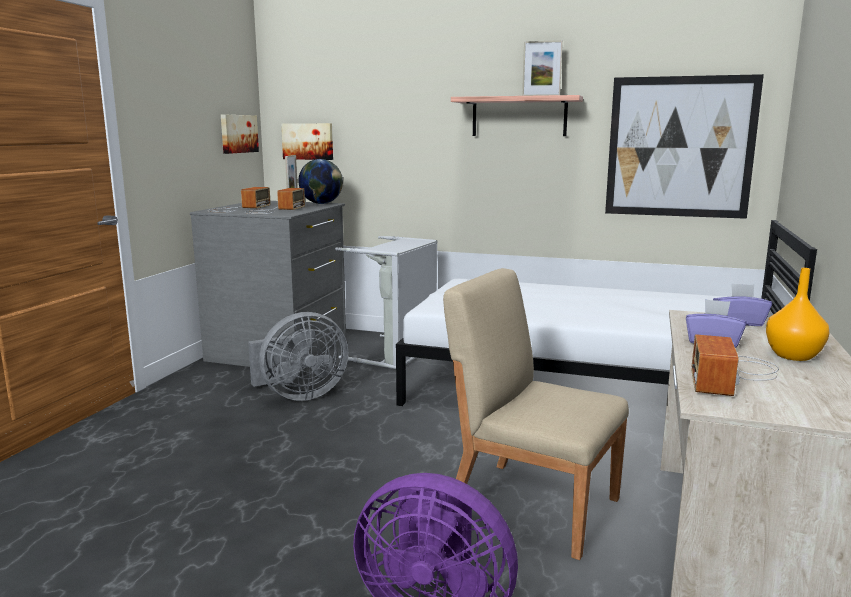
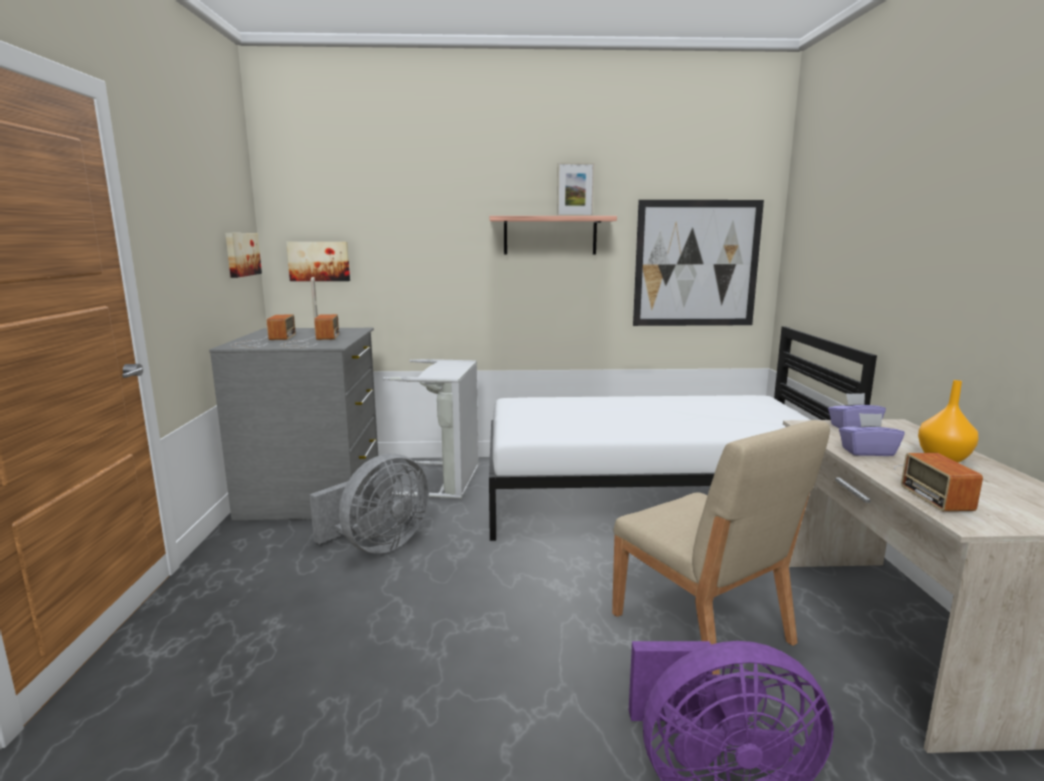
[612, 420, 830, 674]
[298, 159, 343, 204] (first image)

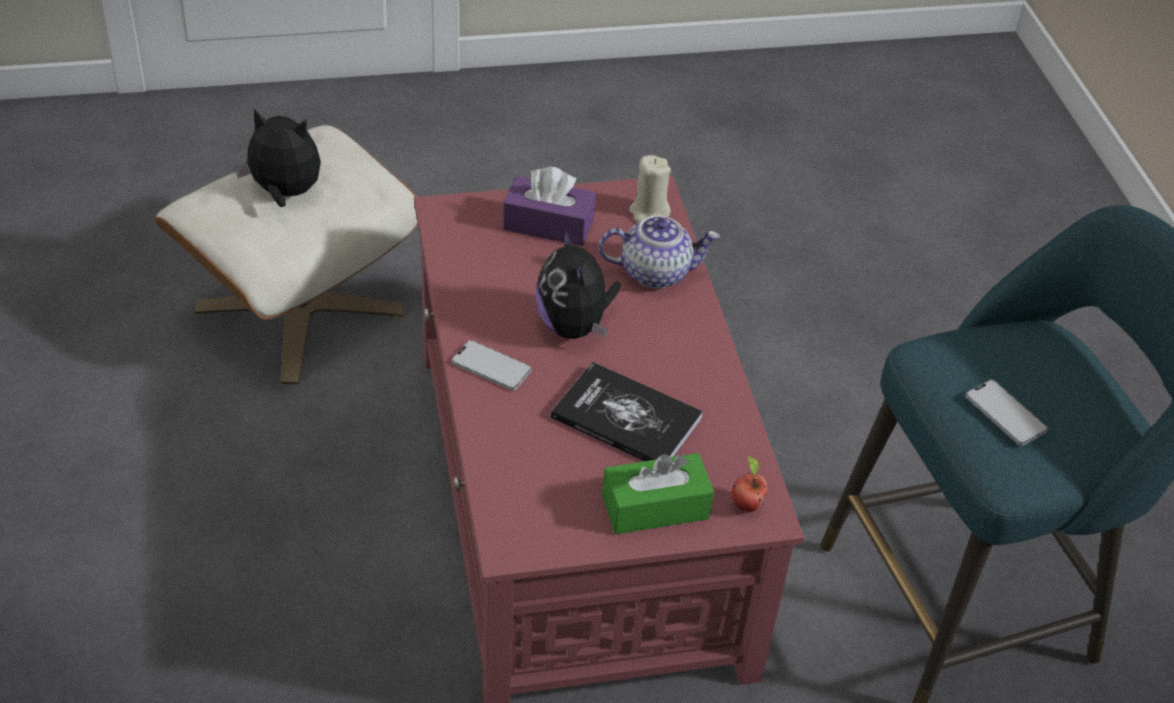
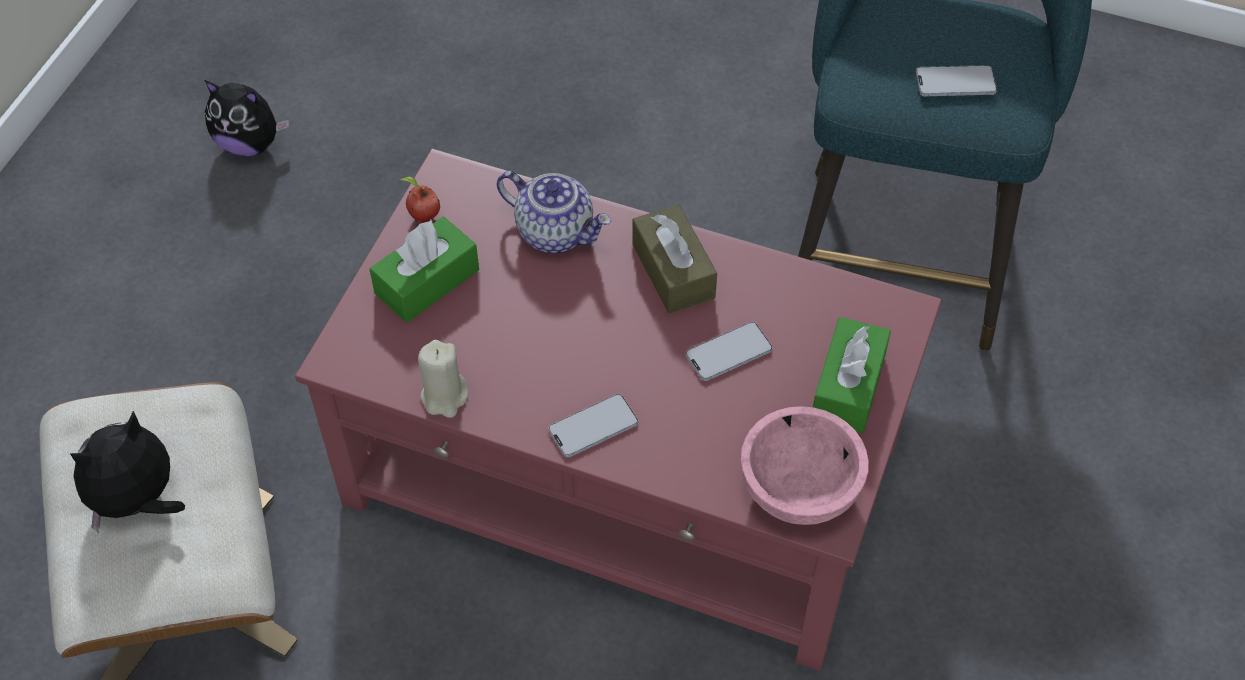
[204, 80, 289, 156]
[369, 217, 479, 323]
[400, 176, 440, 223]
[418, 340, 468, 418]
[497, 171, 611, 253]
[632, 204, 717, 314]
[686, 322, 773, 381]
[741, 406, 869, 525]

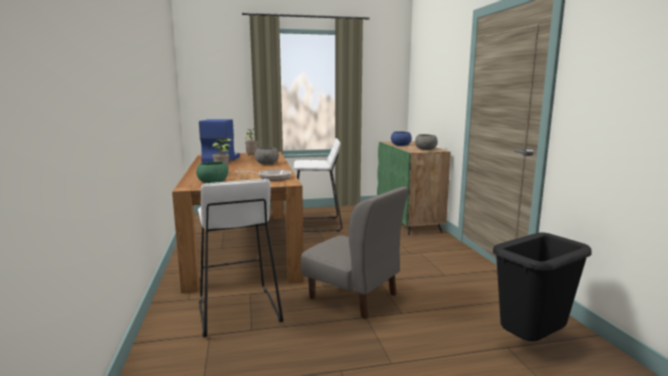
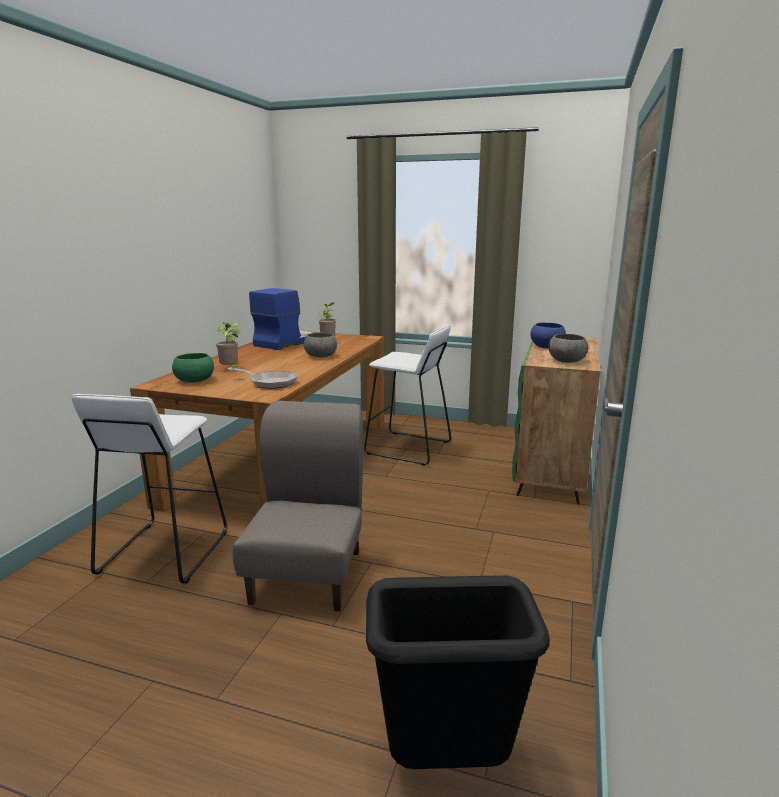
[232, 401, 363, 611]

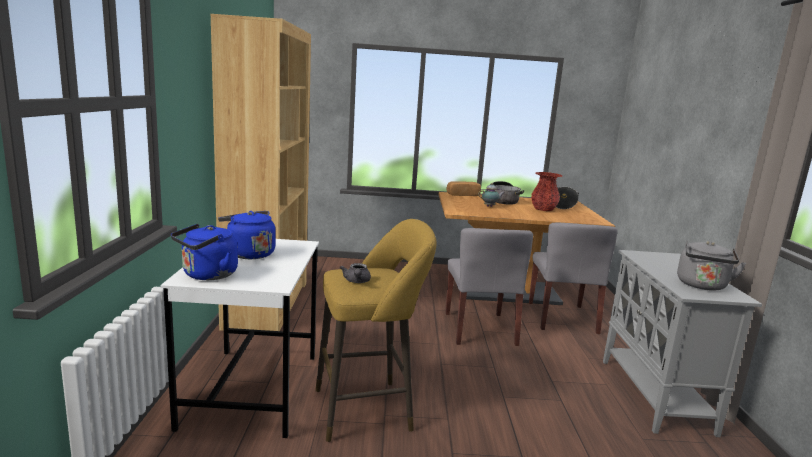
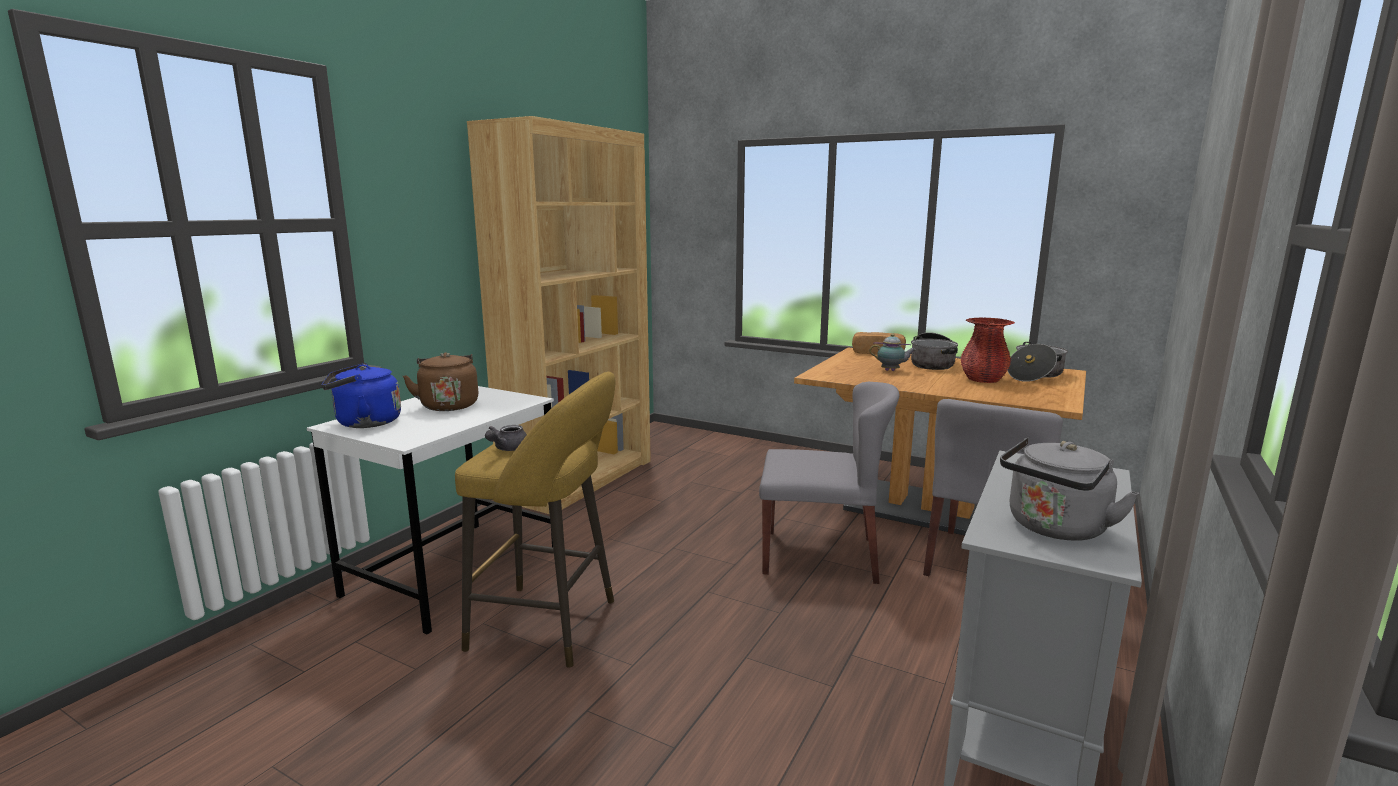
[403, 352, 478, 411]
[759, 382, 899, 584]

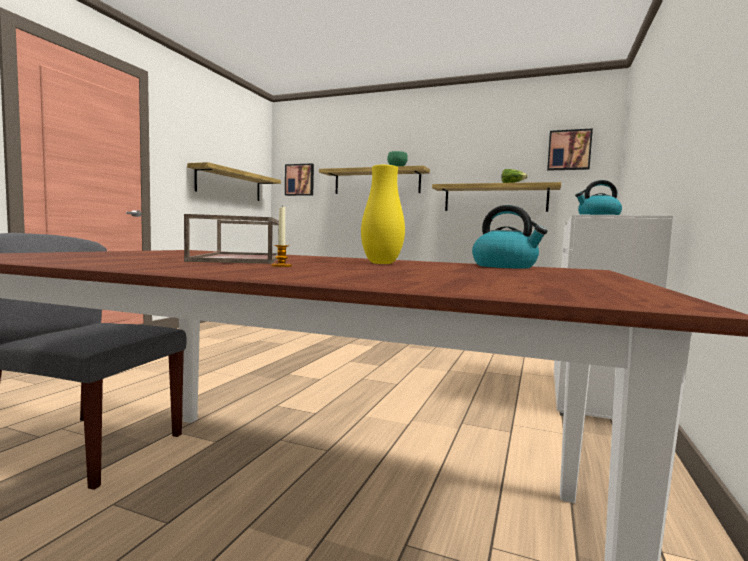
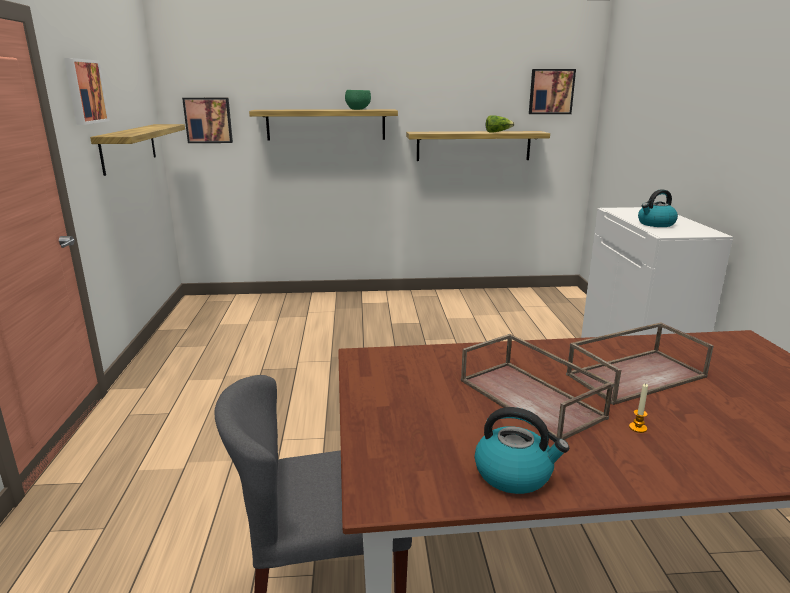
[64, 58, 110, 125]
[475, 407, 569, 494]
[566, 322, 714, 405]

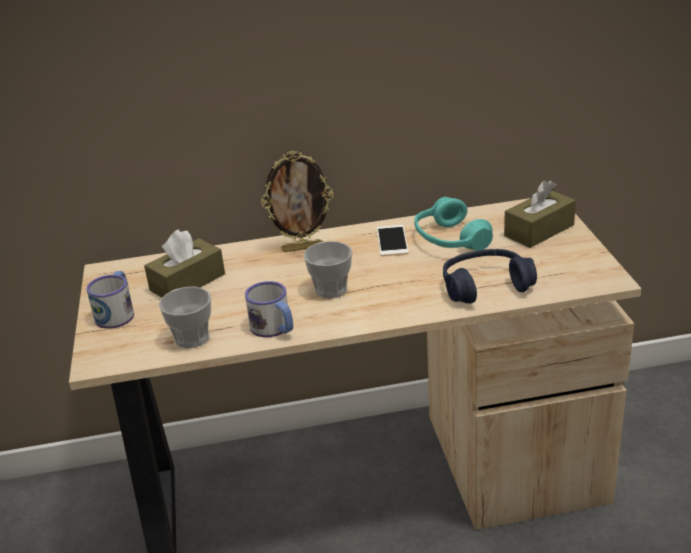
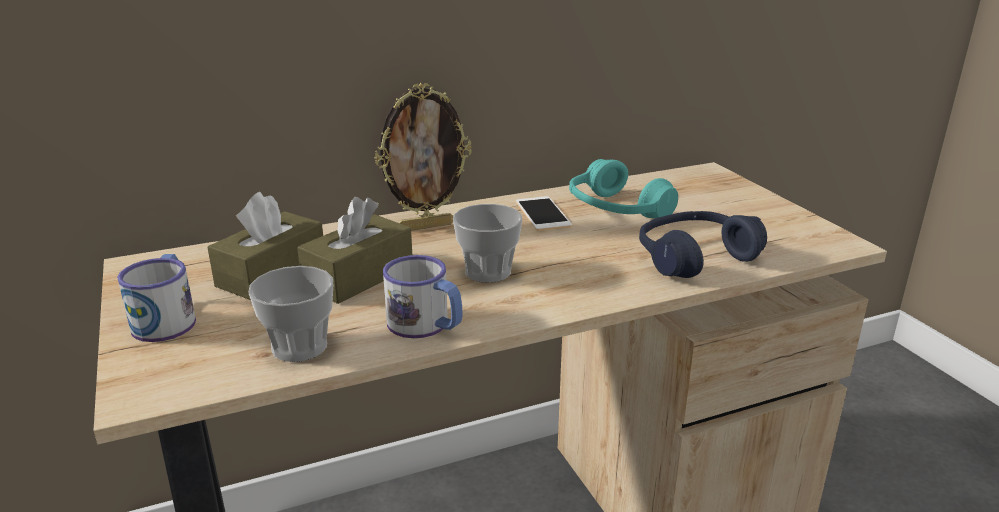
[297, 197, 412, 304]

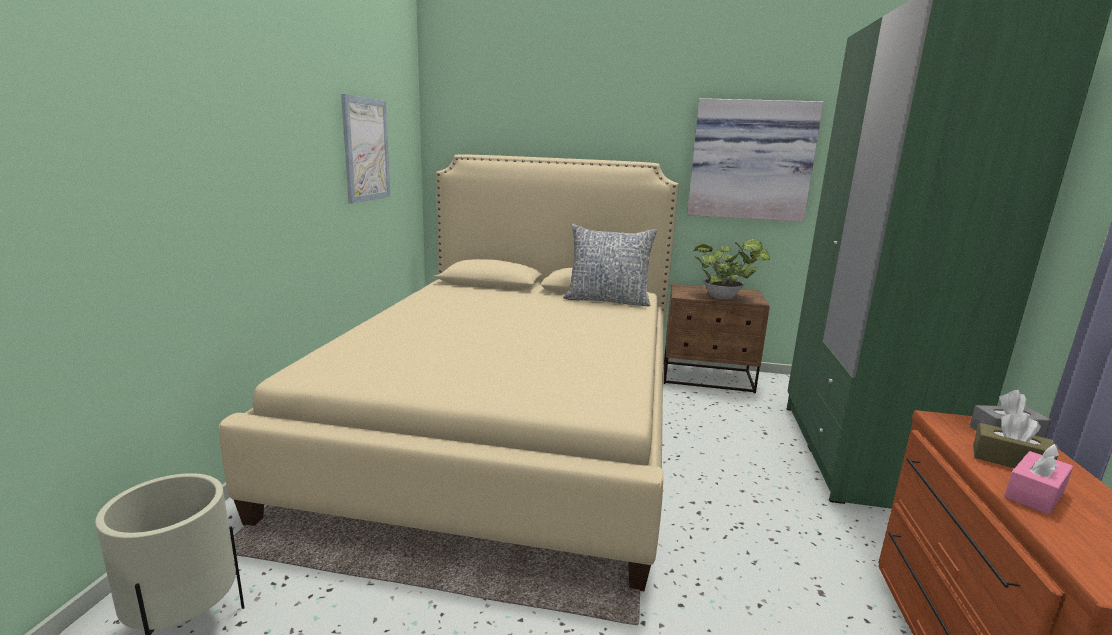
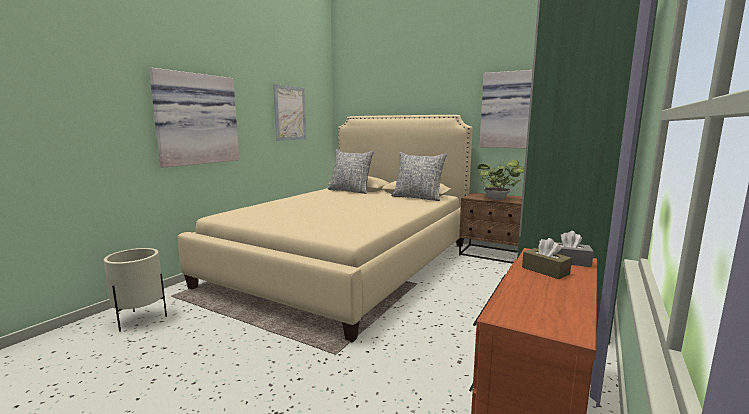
[149, 68, 239, 168]
[328, 149, 374, 194]
[1004, 444, 1073, 515] (first image)

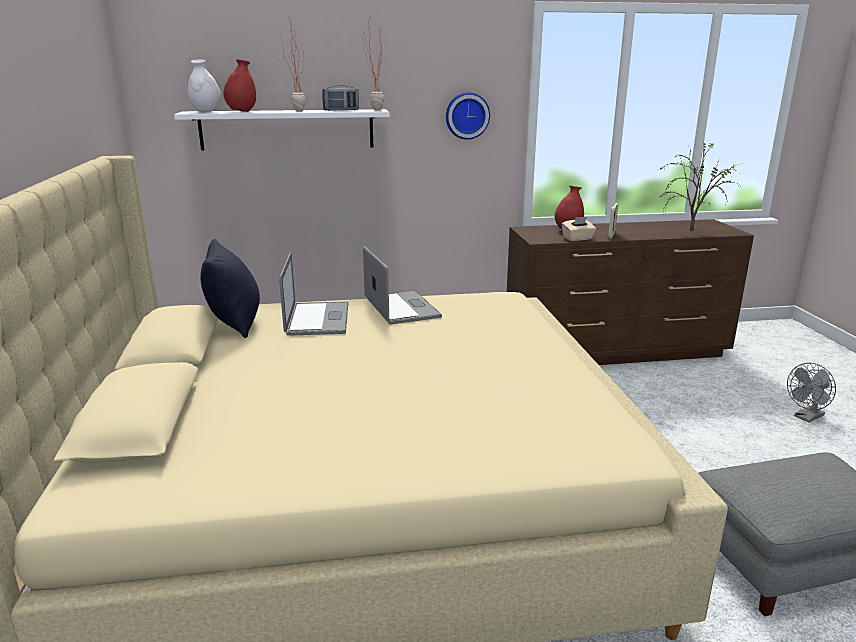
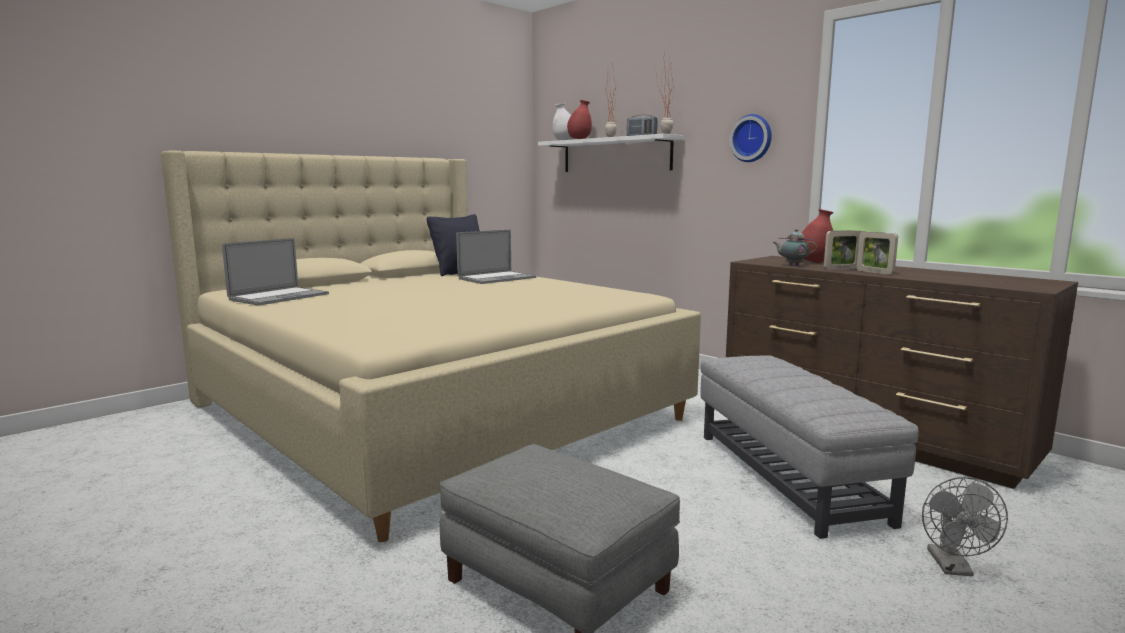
[222, 238, 329, 306]
[700, 355, 919, 539]
[773, 229, 817, 266]
[857, 231, 898, 275]
[922, 477, 1008, 576]
[659, 143, 743, 231] (first image)

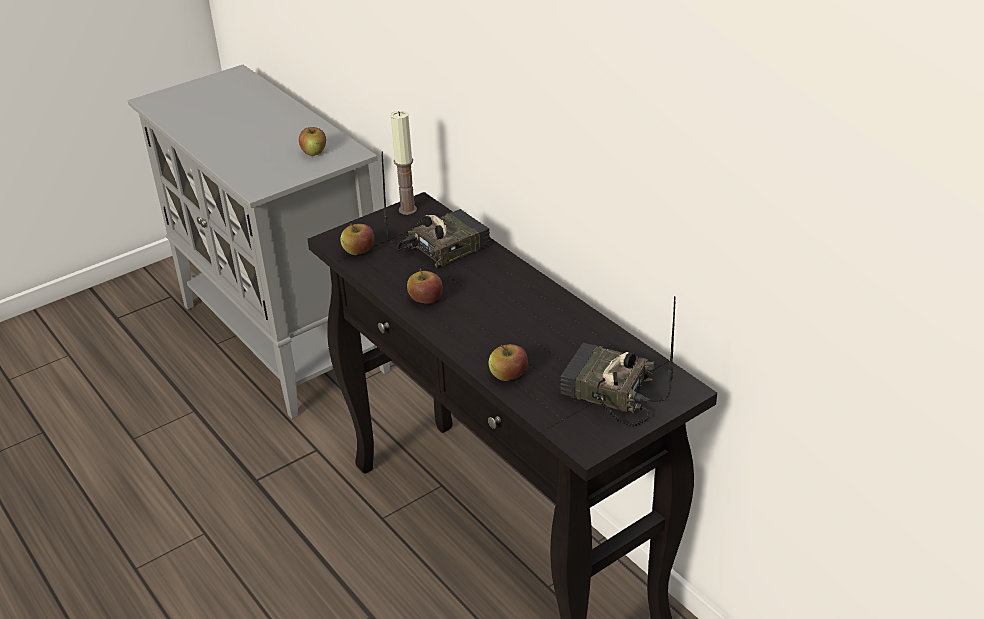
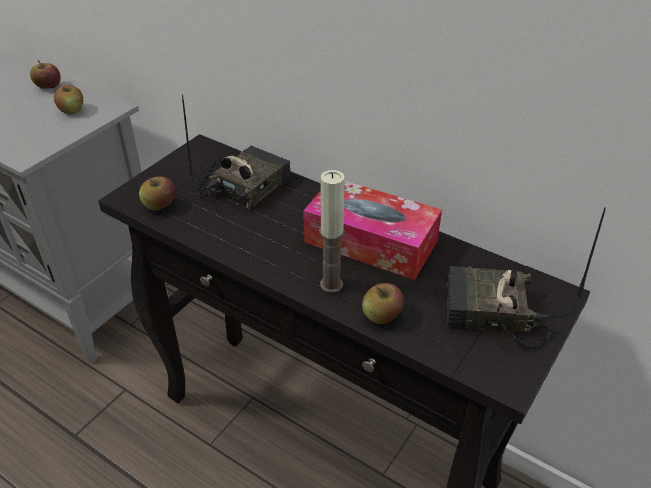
[30, 60, 60, 89]
[303, 181, 442, 280]
[319, 170, 345, 293]

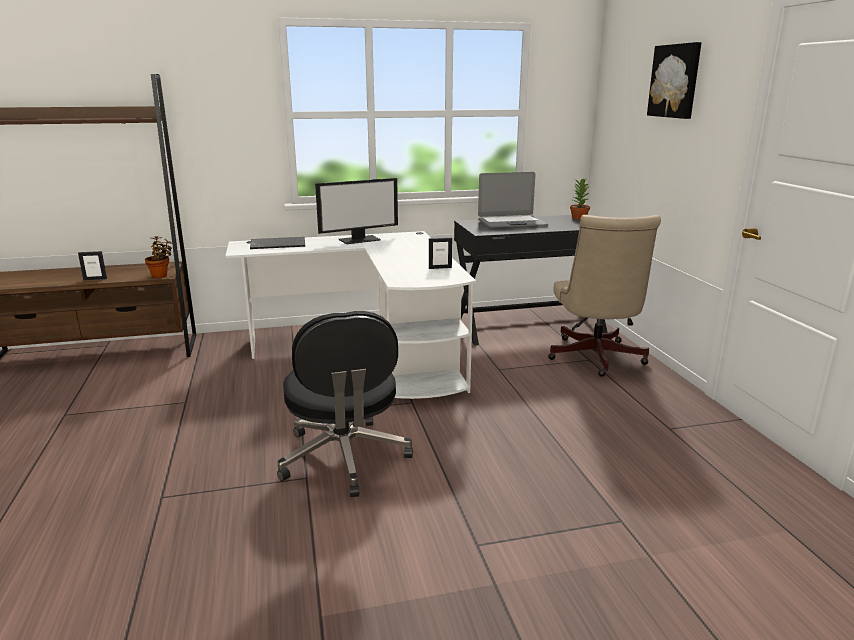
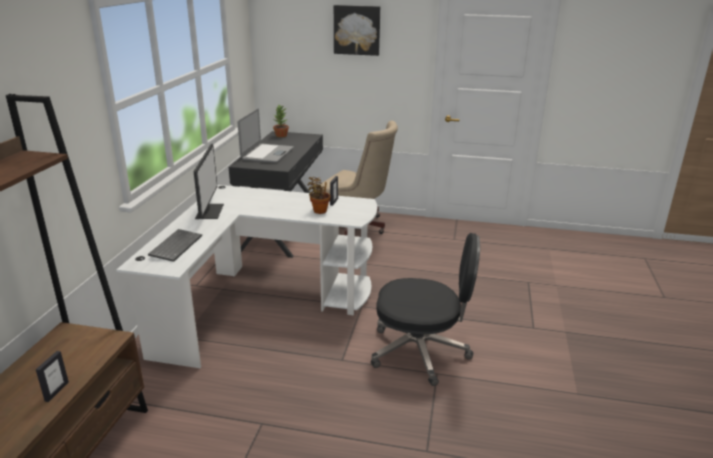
[308, 177, 331, 214]

